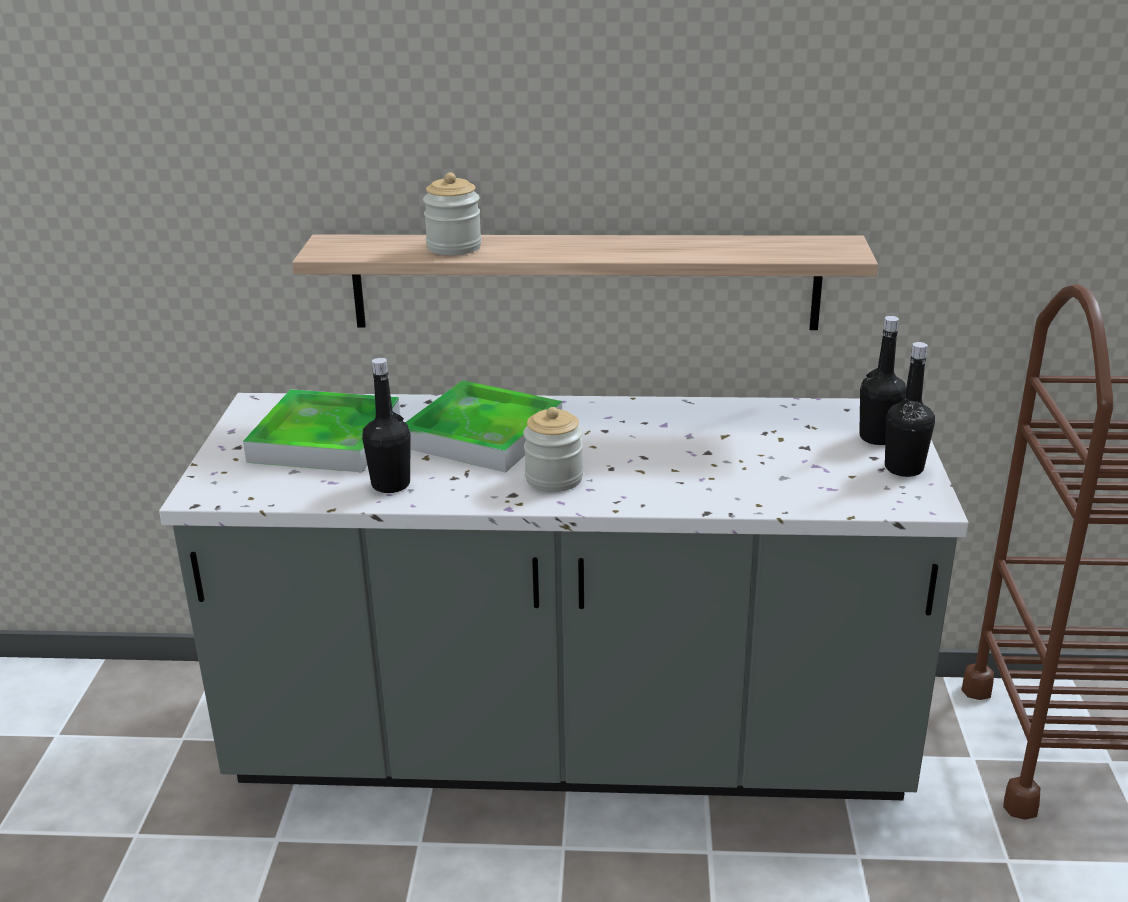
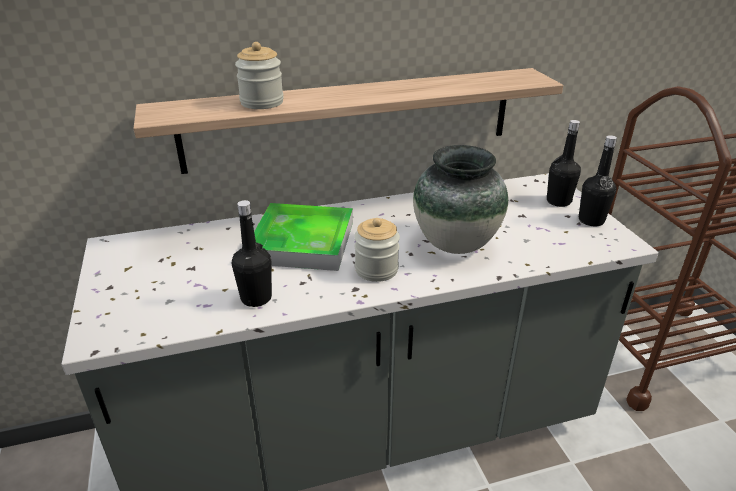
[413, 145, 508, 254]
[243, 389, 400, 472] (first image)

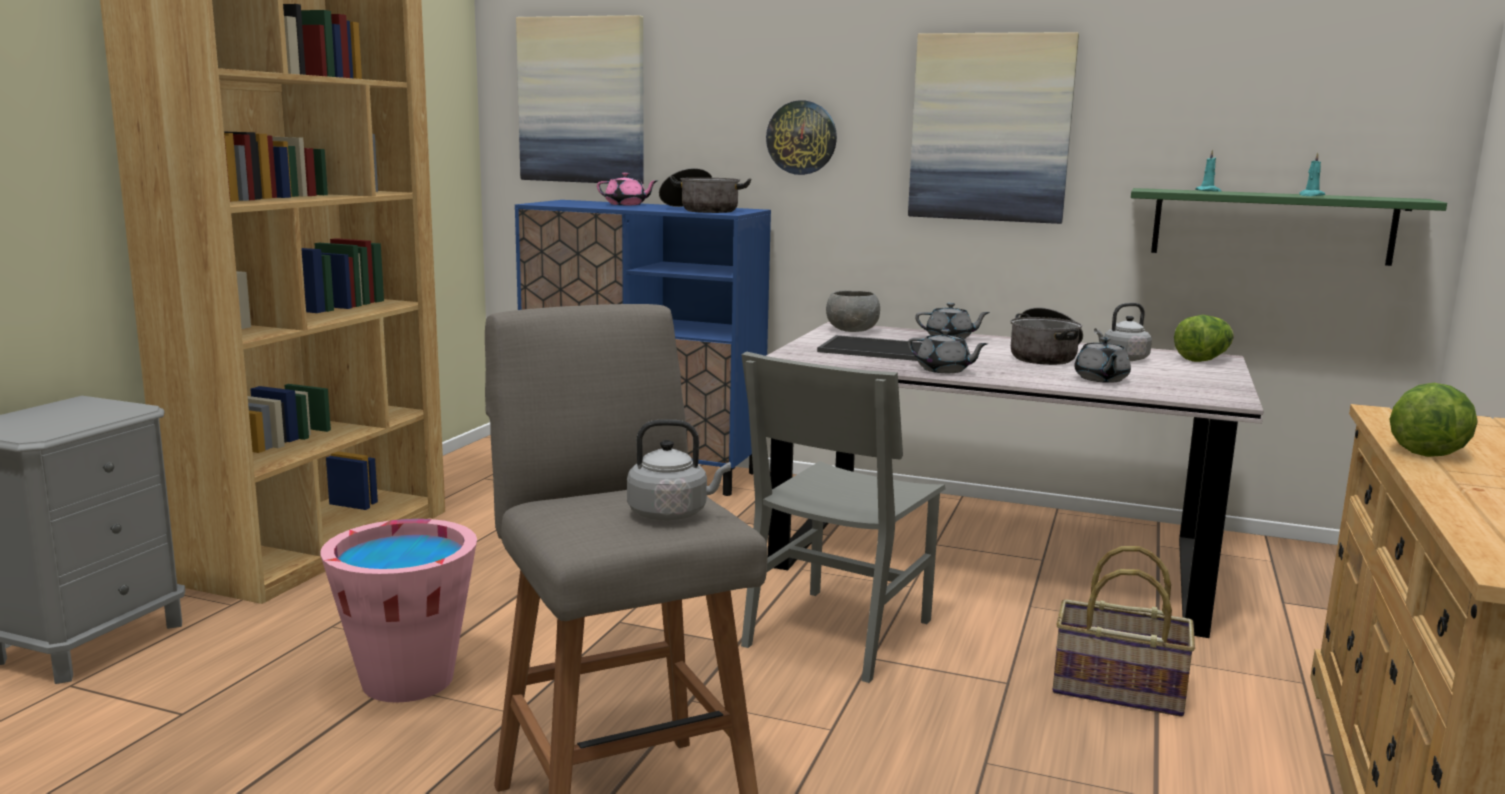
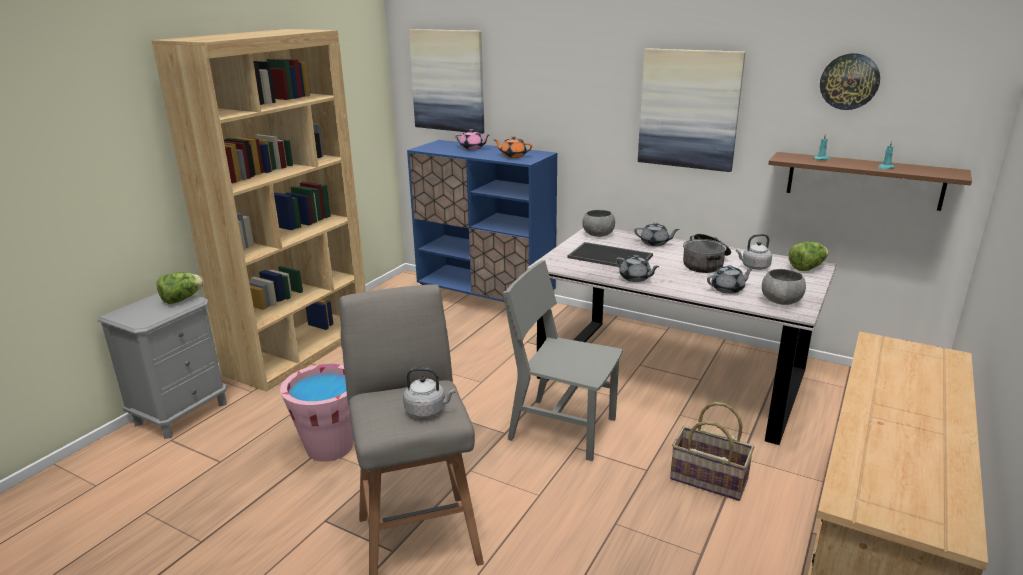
[156, 273, 204, 304]
[493, 136, 532, 158]
[503, 260, 623, 461]
[707, 265, 754, 294]
[762, 269, 806, 305]
[768, 152, 972, 211]
[820, 53, 880, 110]

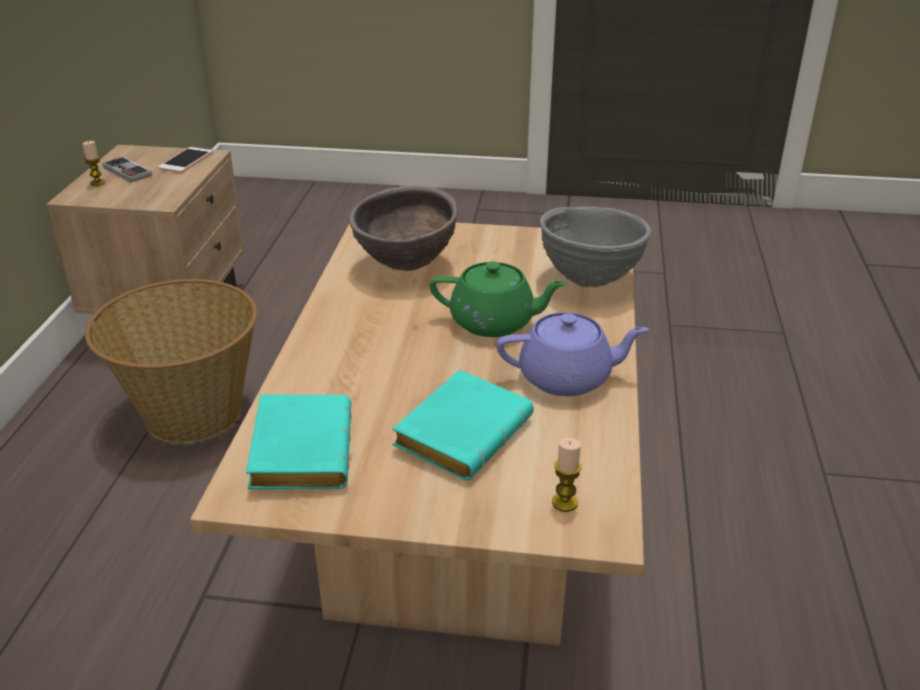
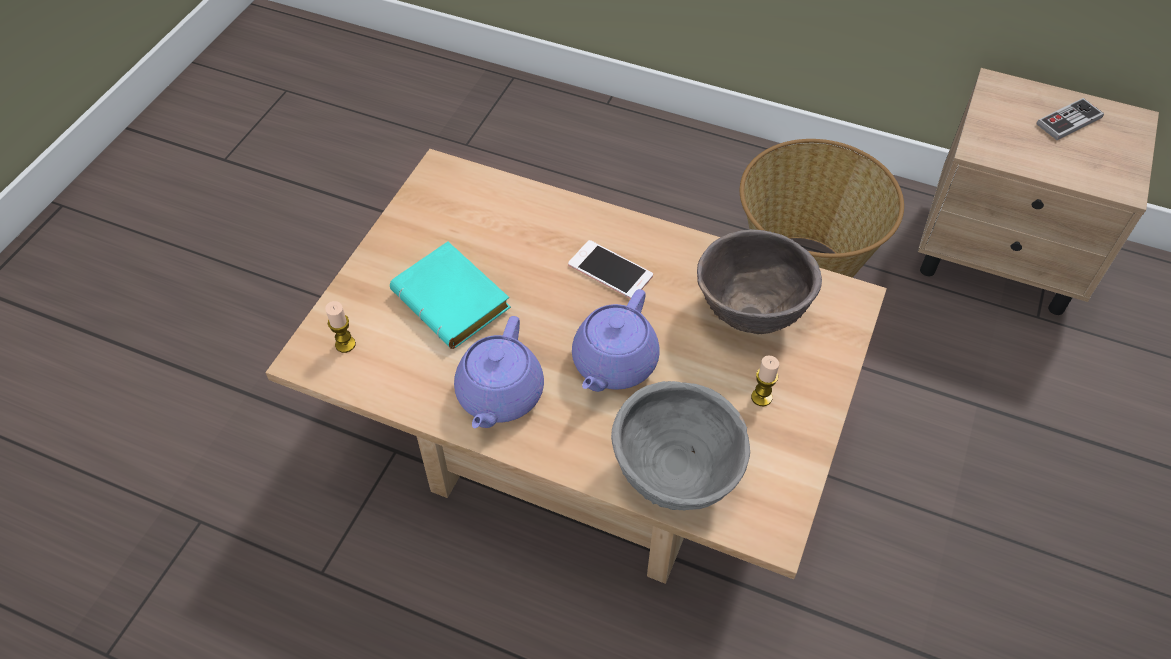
[568, 240, 653, 299]
[572, 289, 659, 392]
[751, 355, 779, 406]
[246, 395, 351, 489] (first image)

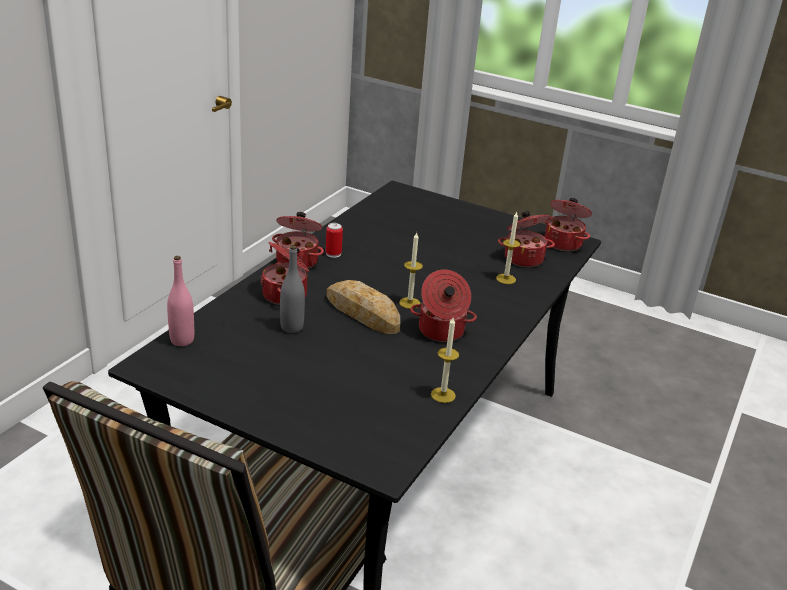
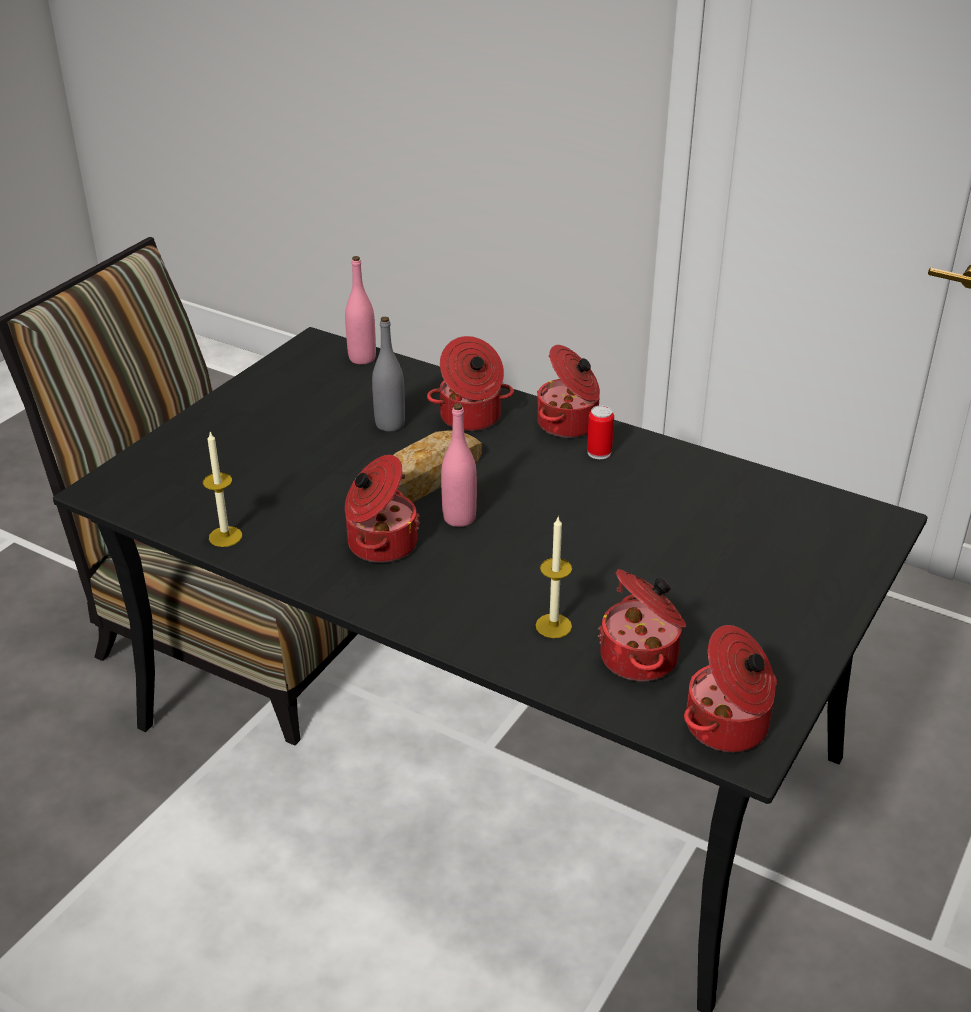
[441, 403, 477, 527]

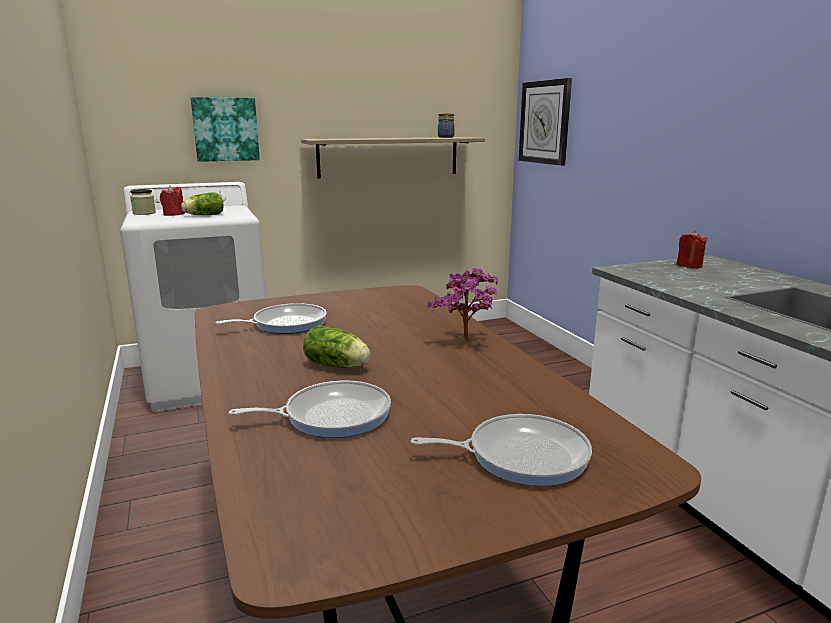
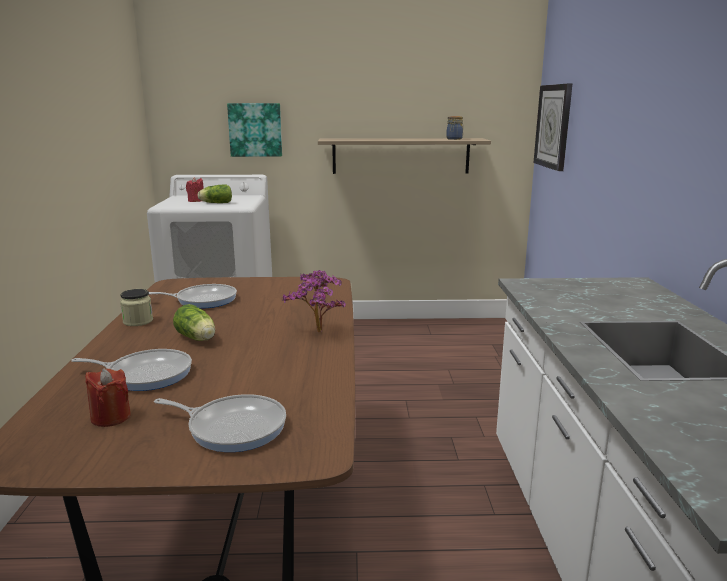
[85, 369, 131, 427]
[120, 289, 153, 326]

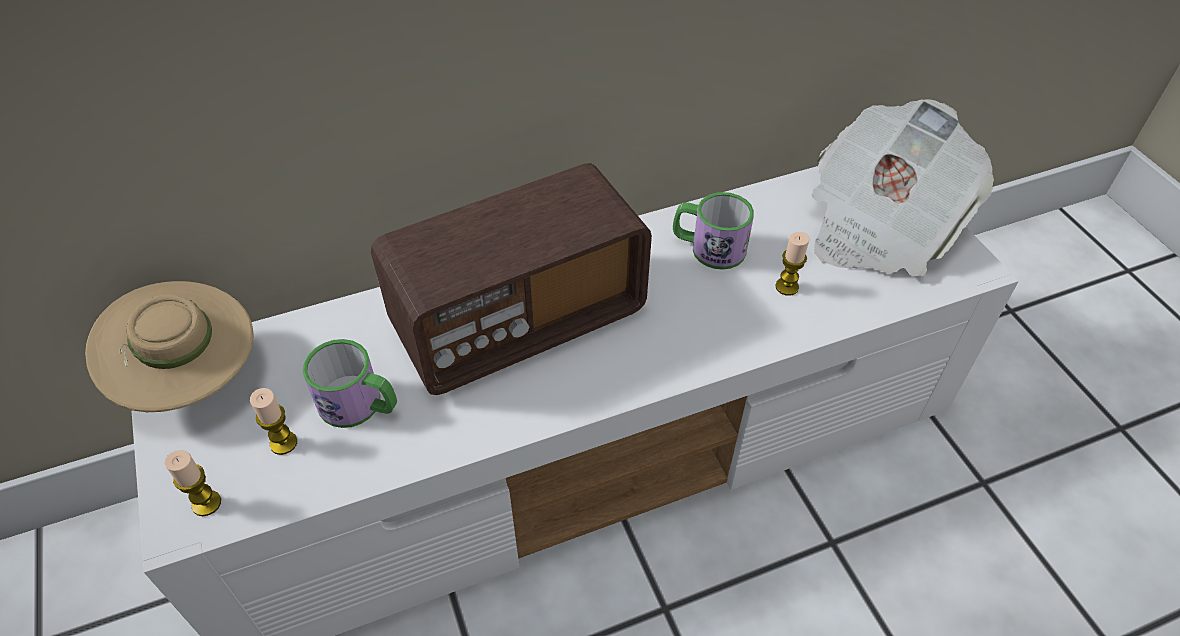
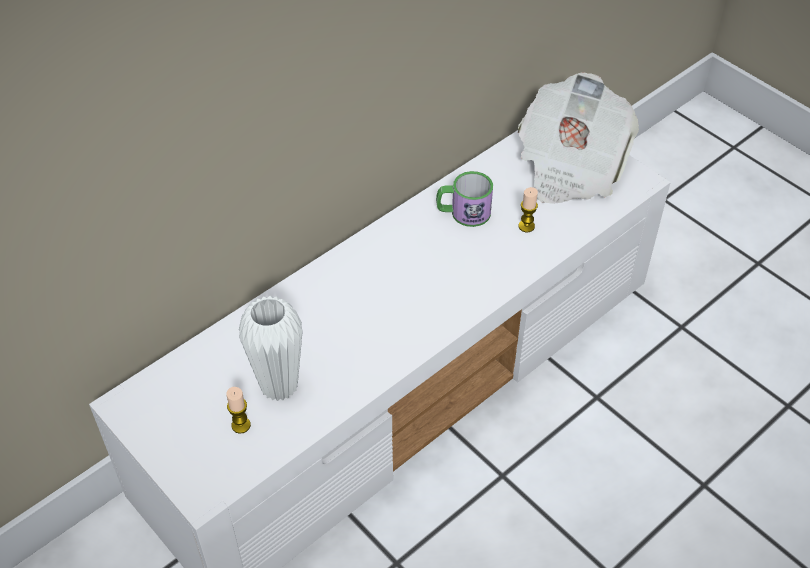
[239, 296, 303, 401]
[85, 281, 253, 412] (first image)
[164, 450, 221, 516] (first image)
[371, 163, 652, 395] (first image)

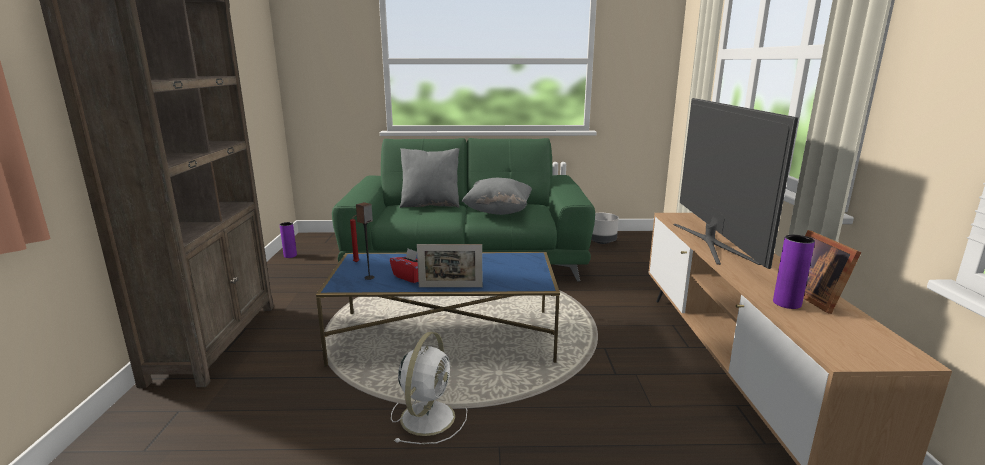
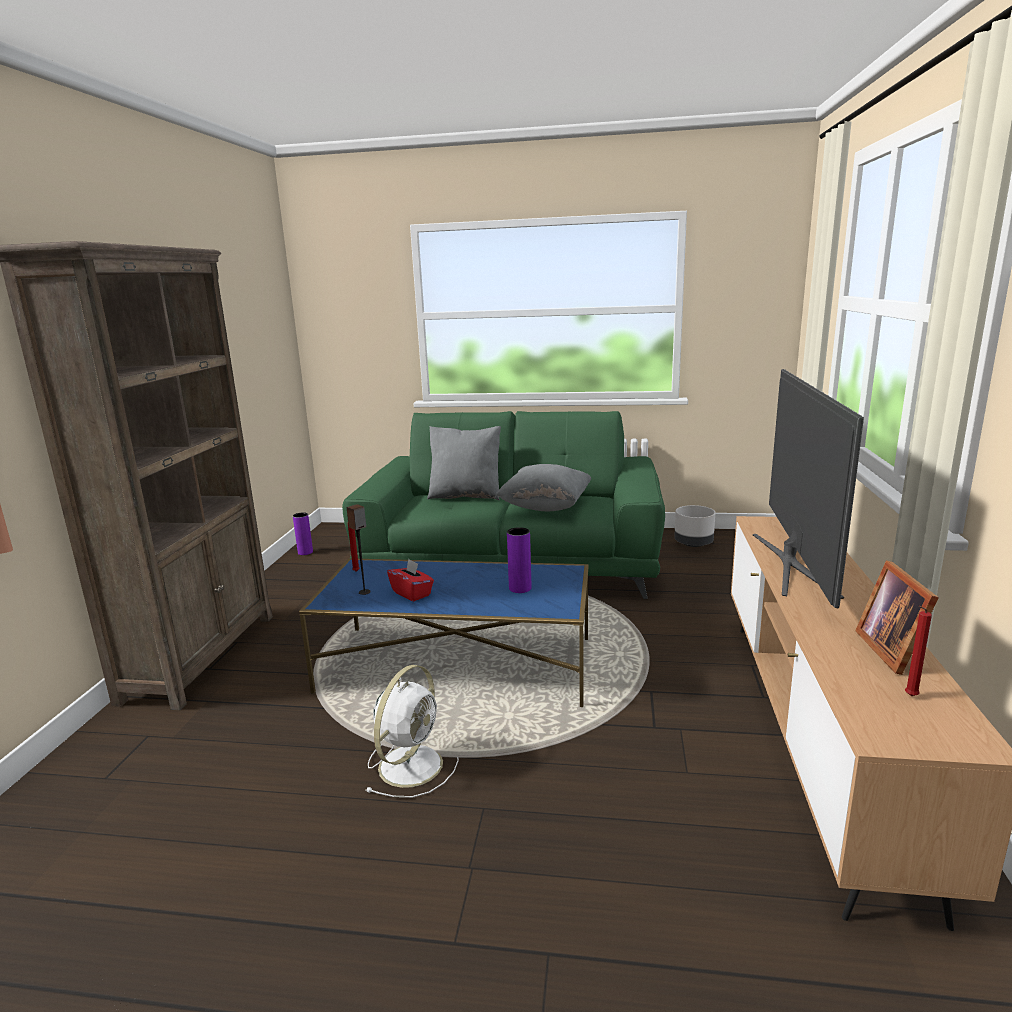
[507, 527, 532, 593]
[905, 606, 932, 696]
[417, 244, 482, 287] (first image)

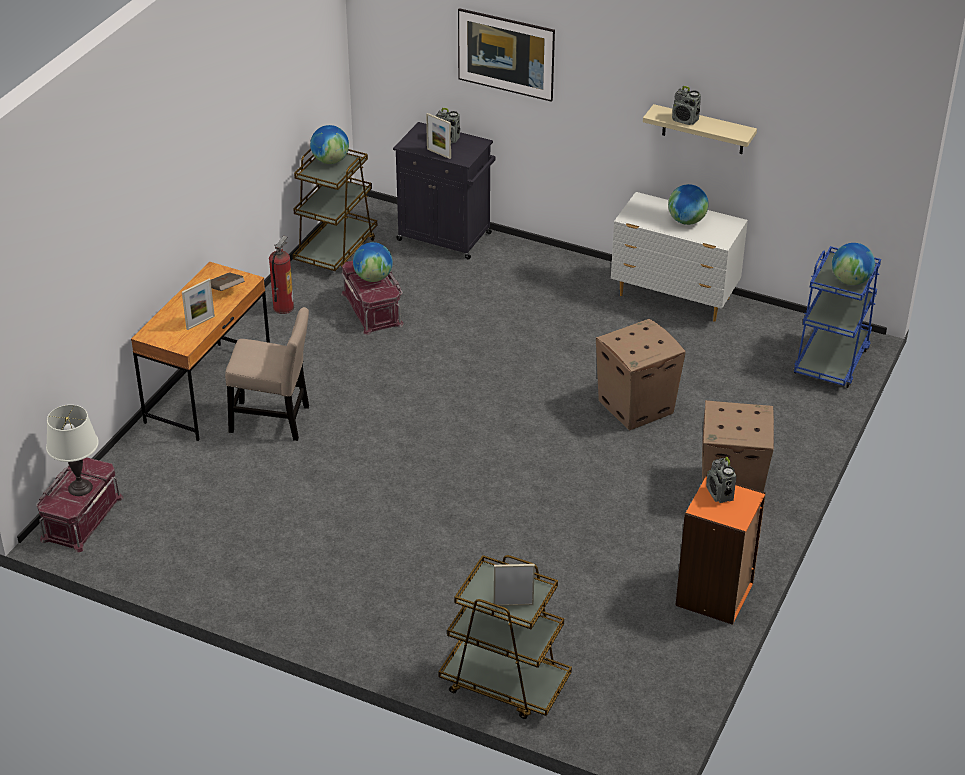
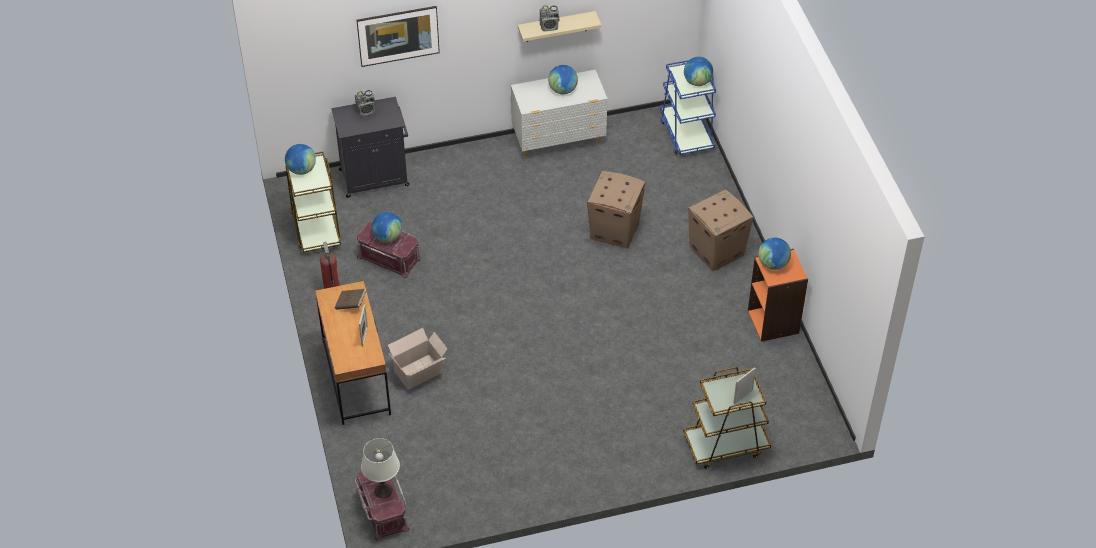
[388, 328, 448, 390]
[758, 238, 791, 270]
[426, 113, 451, 159] (first image)

